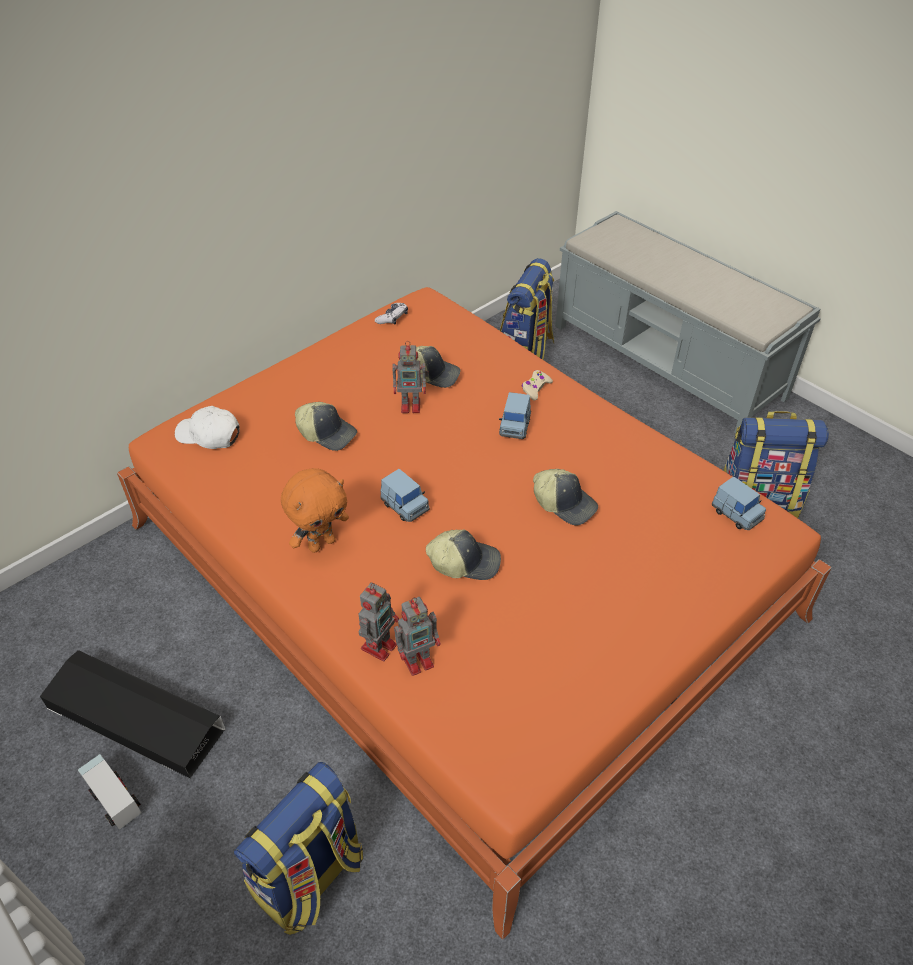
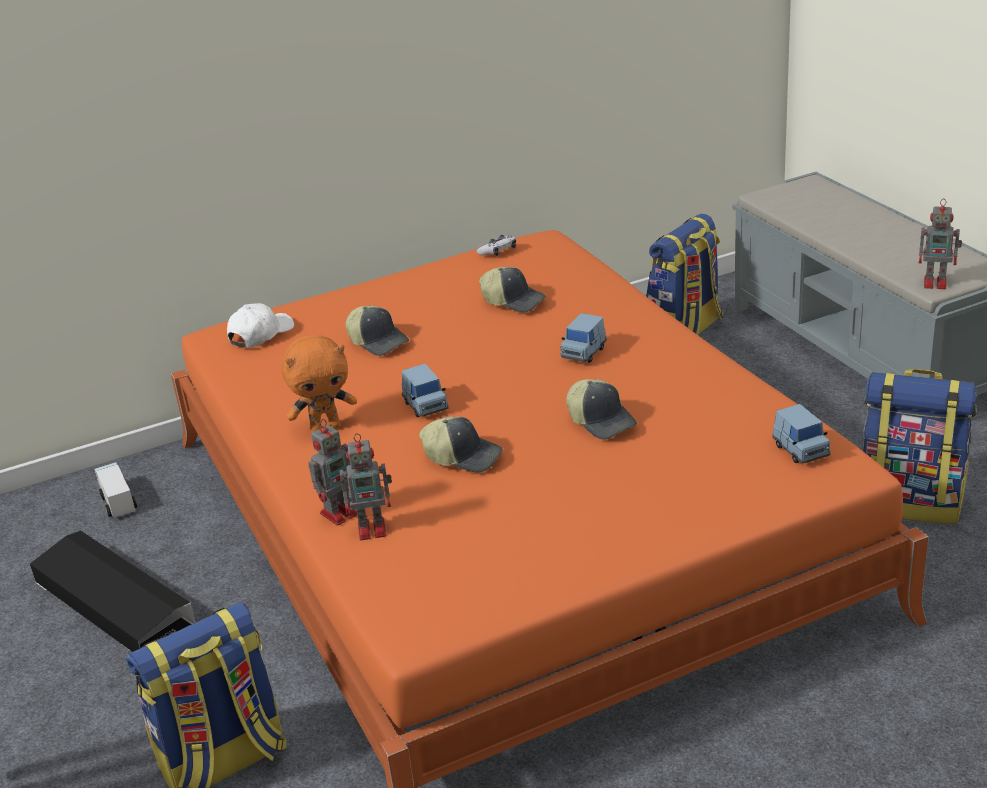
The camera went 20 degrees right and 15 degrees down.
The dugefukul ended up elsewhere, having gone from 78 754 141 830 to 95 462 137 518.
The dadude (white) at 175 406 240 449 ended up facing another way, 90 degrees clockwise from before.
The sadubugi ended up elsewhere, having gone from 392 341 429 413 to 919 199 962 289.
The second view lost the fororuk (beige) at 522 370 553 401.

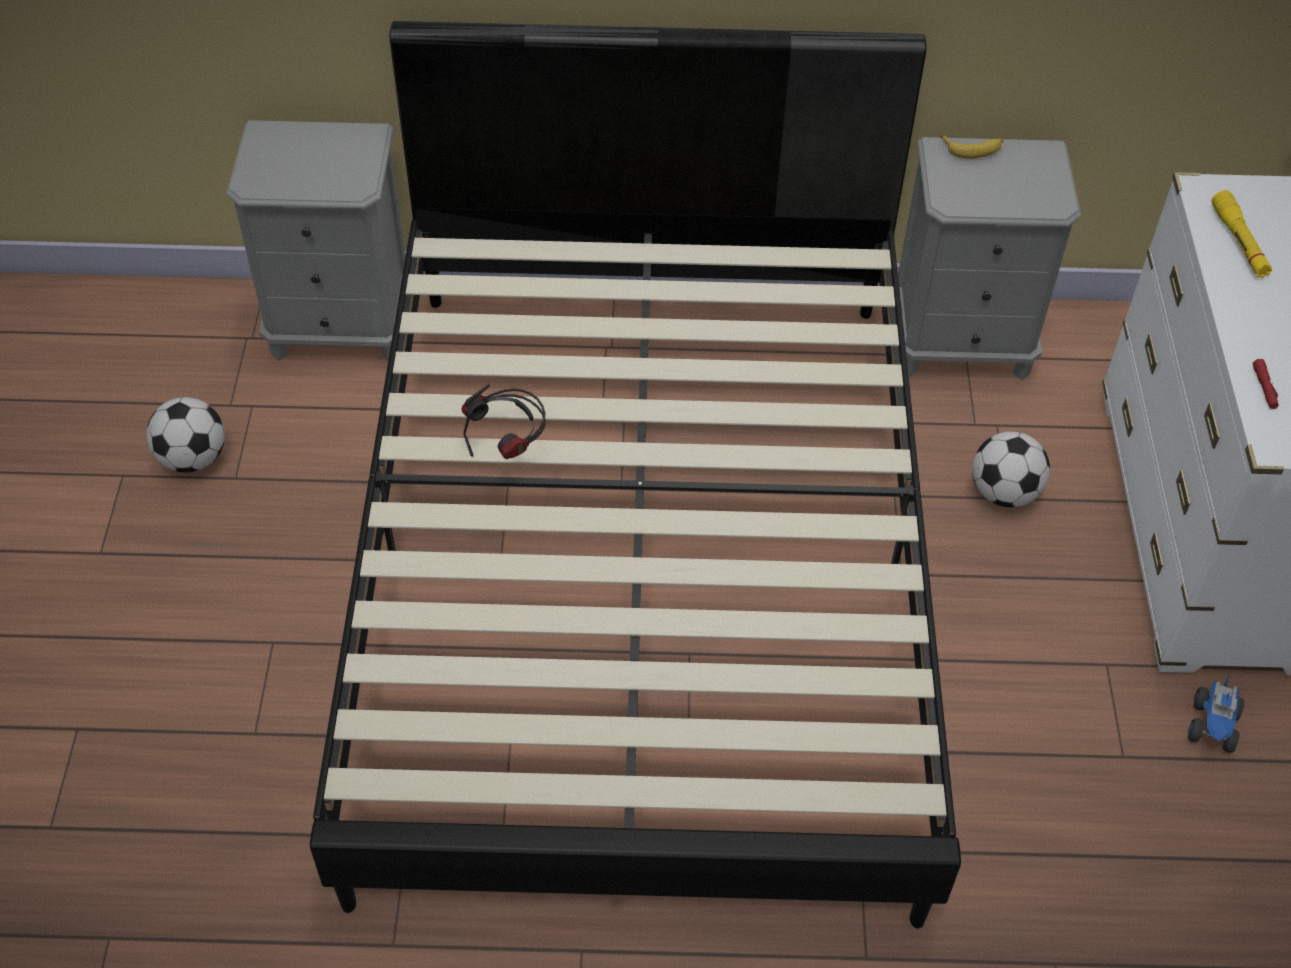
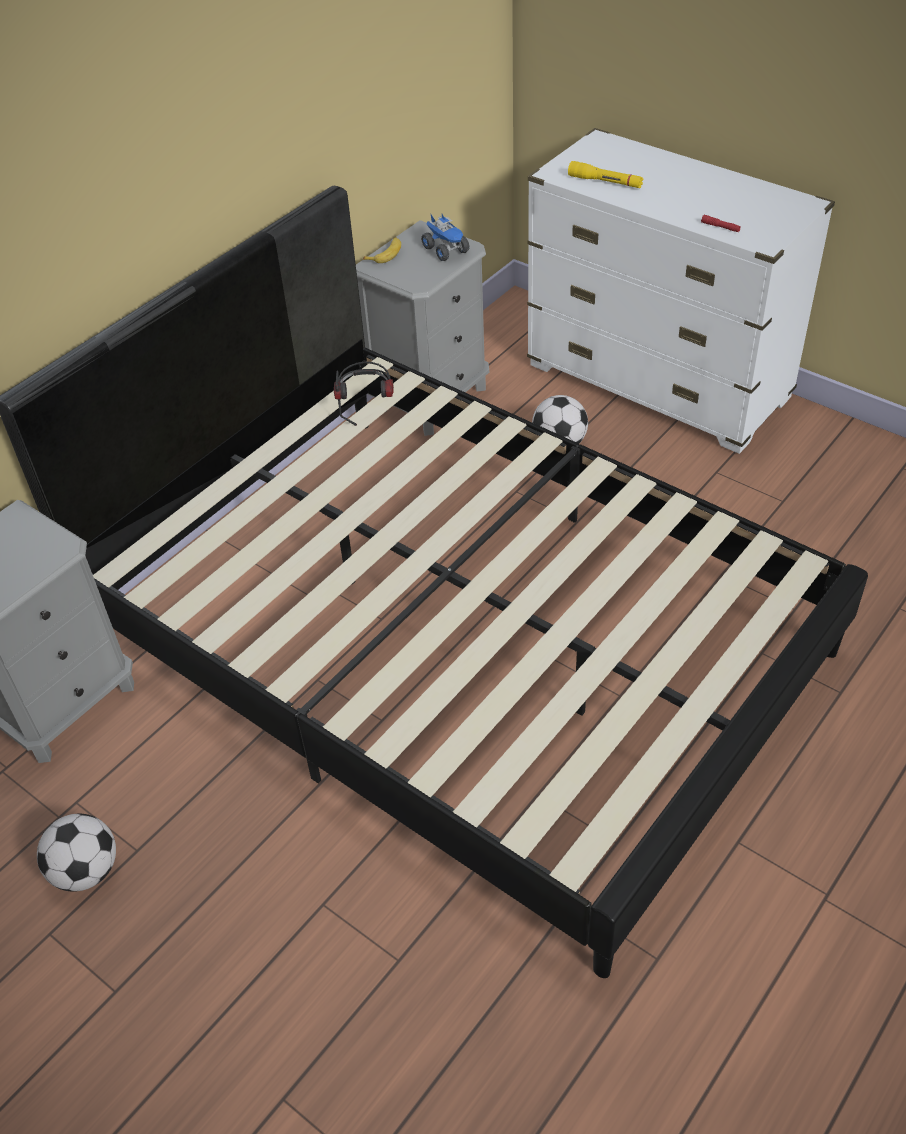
The camera went 50 degrees left and 5 degrees down.
The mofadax ended up elsewhere, having gone from 462 385 546 459 to 334 361 394 426.
The dugefukul ended up elsewhere, having gone from 1188 675 1245 753 to 421 213 470 261.

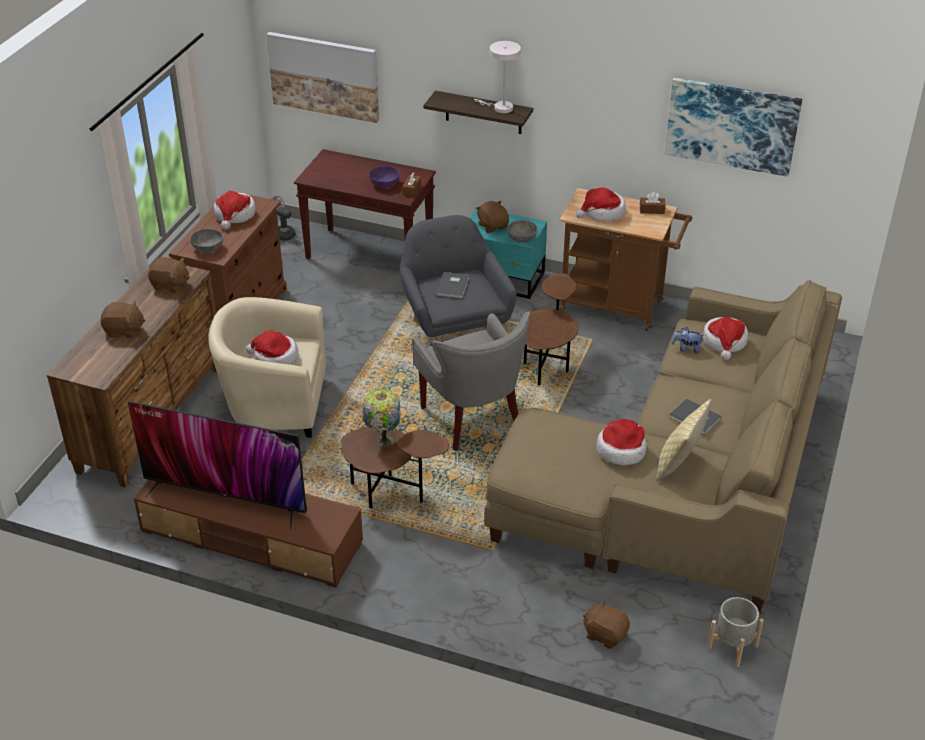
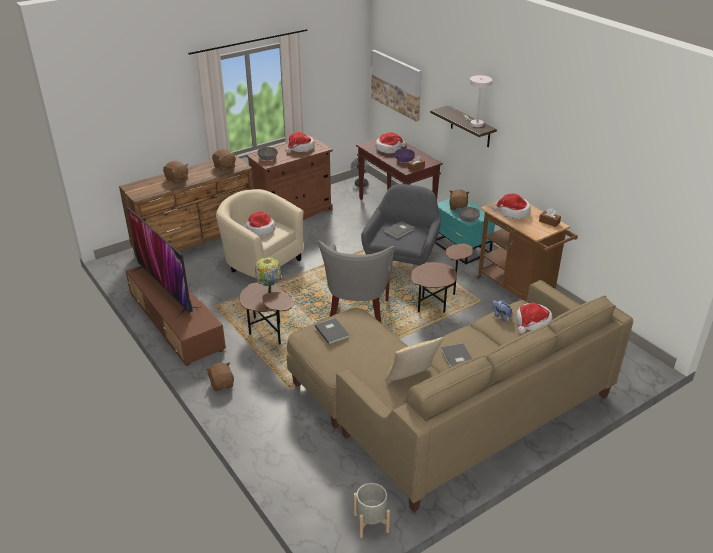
The camera went 35 degrees right and 5 degrees down.
The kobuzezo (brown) ended up elsewhere, having gone from 583 600 630 649 to 206 362 234 391.
The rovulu ended up elsewhere, having gone from 597 419 647 465 to 375 132 406 154.
The second view lost the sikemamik at 665 78 802 177.
The second view gained the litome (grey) at 315 318 350 345.

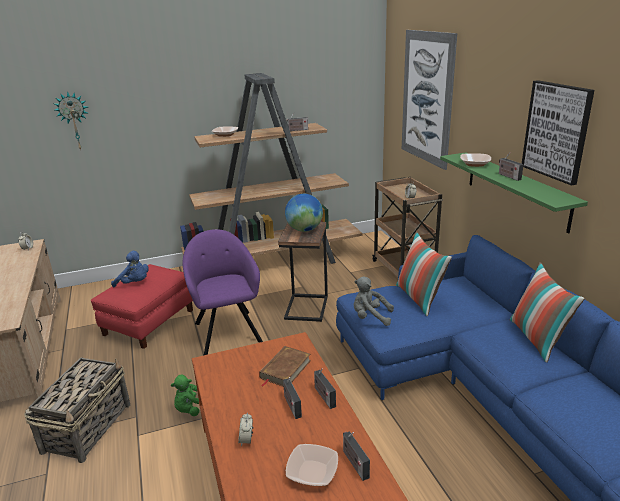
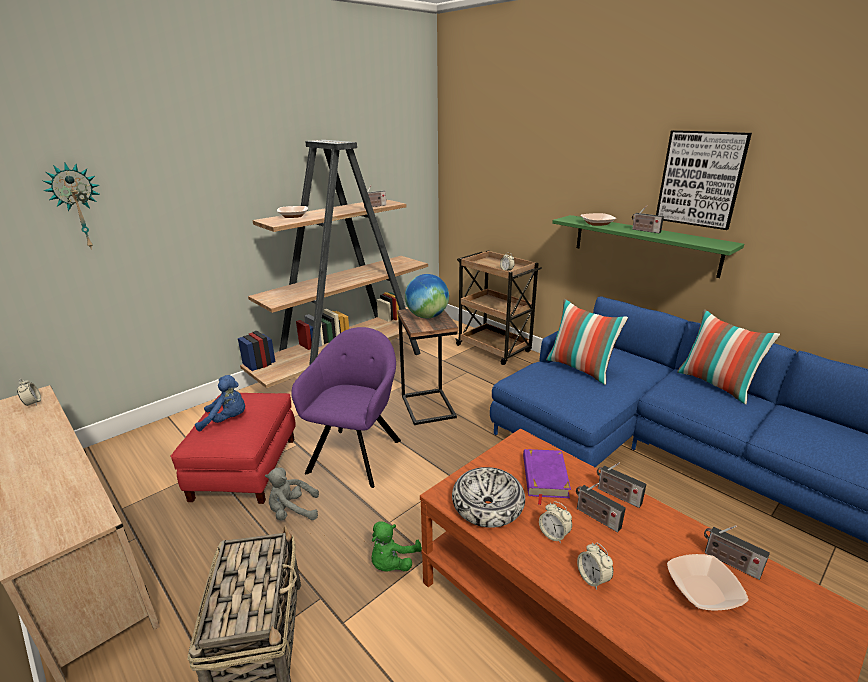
The camera went 25 degrees left and 0 degrees up.
The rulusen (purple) at 183 229 263 355 ended up facing another way, 60 degrees clockwise from before.
What was the litome (brown) at 259 346 311 387 turned into the litome (purple) at 523 449 571 505.
The kobuzezo (grey) ended up elsewhere, having gone from 354 277 394 326 to 265 467 319 521.
The second view lost the sikemamik at 402 30 457 170.
The second view gained the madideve at 452 467 525 528.
The second view gained the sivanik at 539 501 572 543.

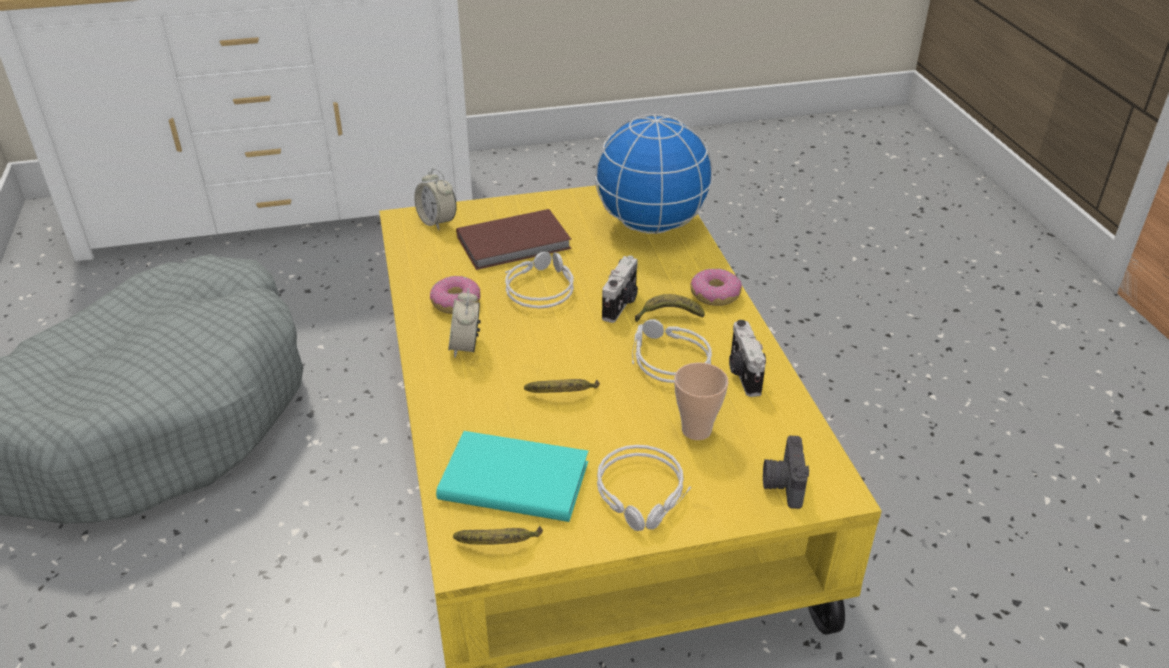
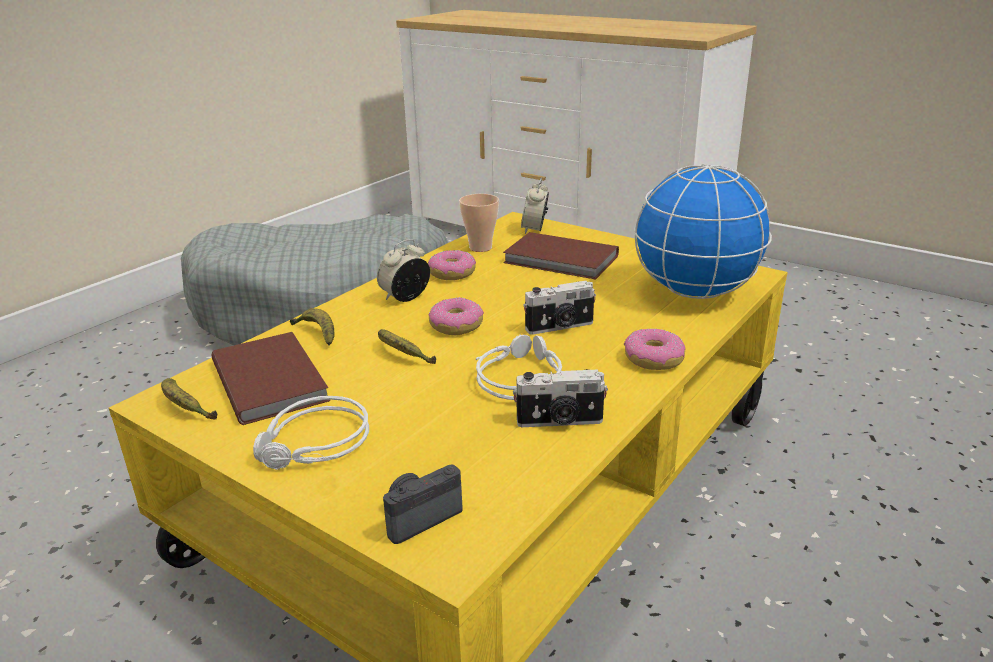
The camera went 50 degrees right and 10 degrees down.
What was the litome (turquoise) at 436 431 588 522 turned into the litome (brown) at 211 332 330 425.
The second view lost the mofadax (grey) at 505 252 574 308.
The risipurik ended up elsewhere, having gone from 635 294 705 322 to 290 308 335 345.
The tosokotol ended up elsewhere, having gone from 674 363 728 440 to 459 194 499 252.
The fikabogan at 729 320 766 397 ended up facing another way, 135 degrees counterclockwise from before.
The second view gained the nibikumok at 429 297 484 335.

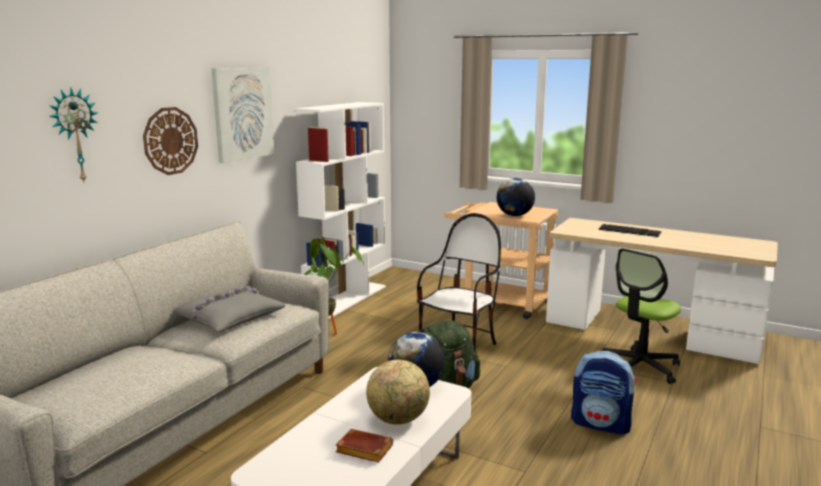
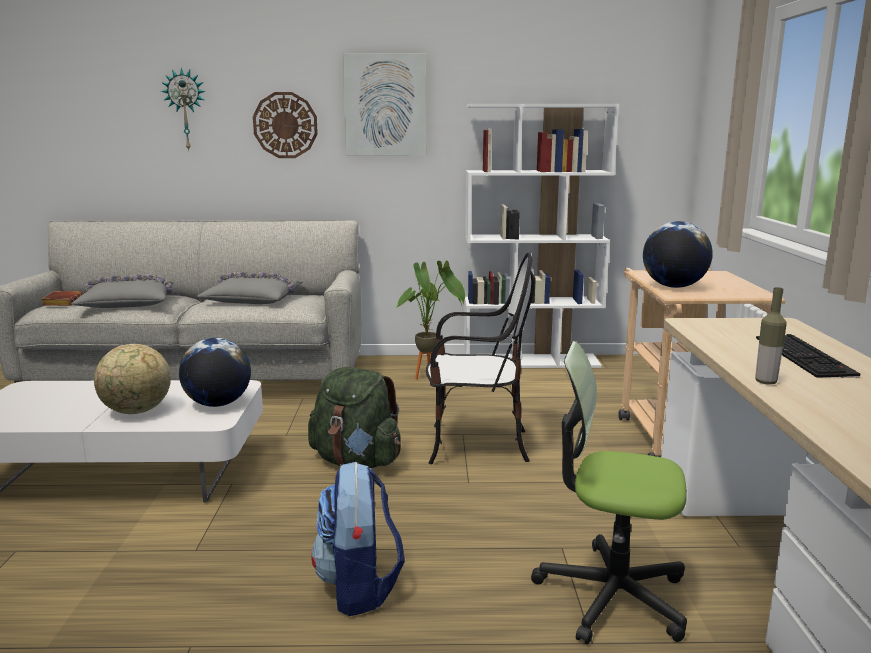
The camera went 60 degrees right and 0 degrees up.
The litome (brown) ended up elsewhere, having gone from 336 429 393 463 to 41 291 83 306.
The second view gained the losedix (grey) at 72 274 175 308.
The second view gained the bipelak at 755 287 787 385.

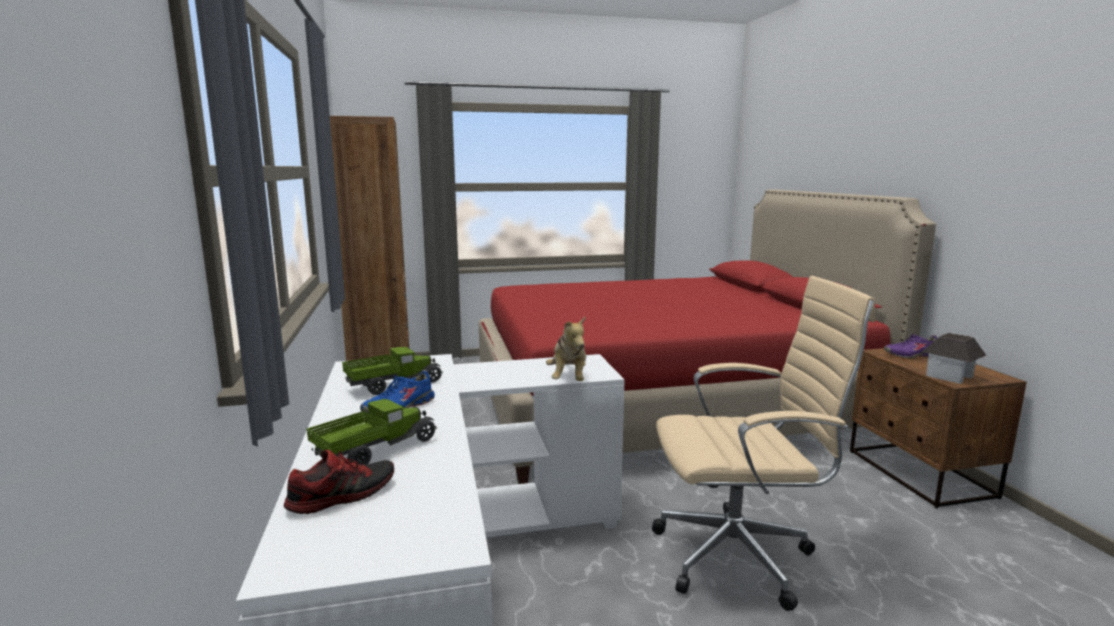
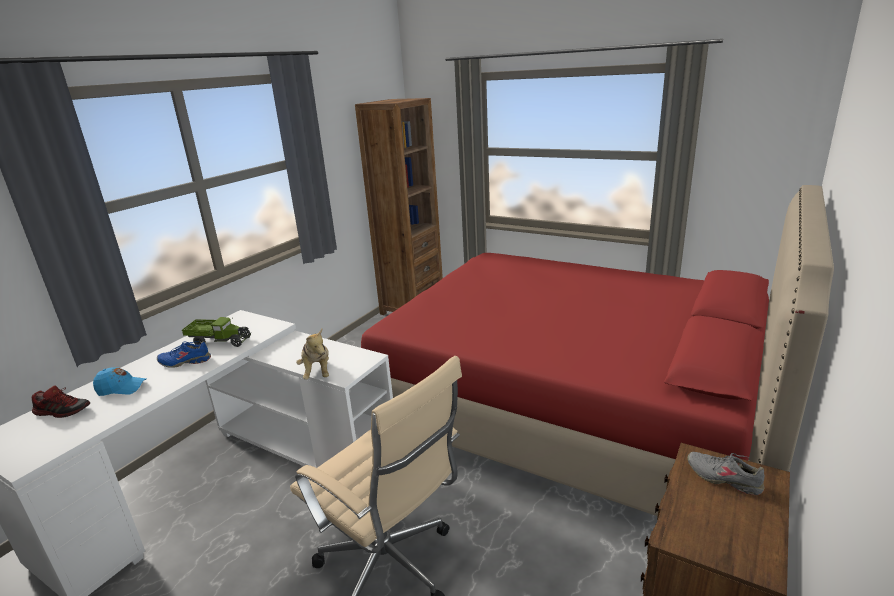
The camera went 45 degrees right and 10 degrees up.
Where the dugefukul stood at 307 399 437 465, the dadude (blue) came to stand at 93 367 146 396.
The kobuzezo at 546 316 586 381 ended up facing another way, 60 degrees counterclockwise from before.
What was the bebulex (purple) at 884 334 937 358 turned into the bebulex (grey) at 687 452 765 495.
The second view lost the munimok at 922 333 987 384.

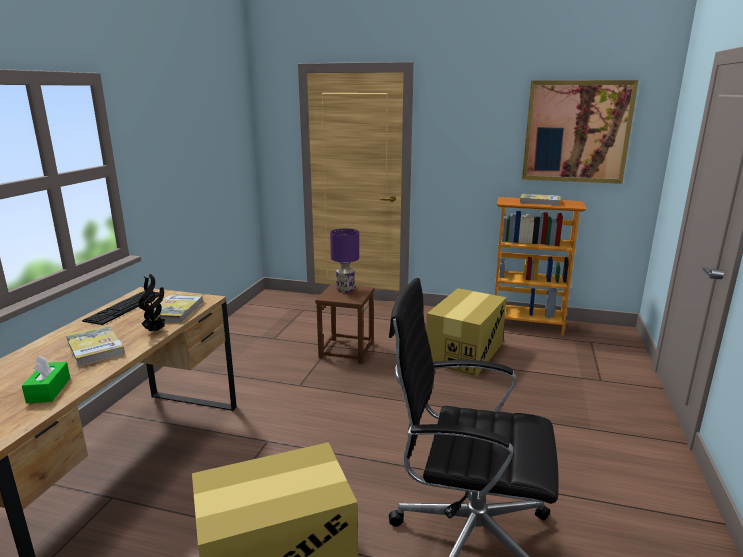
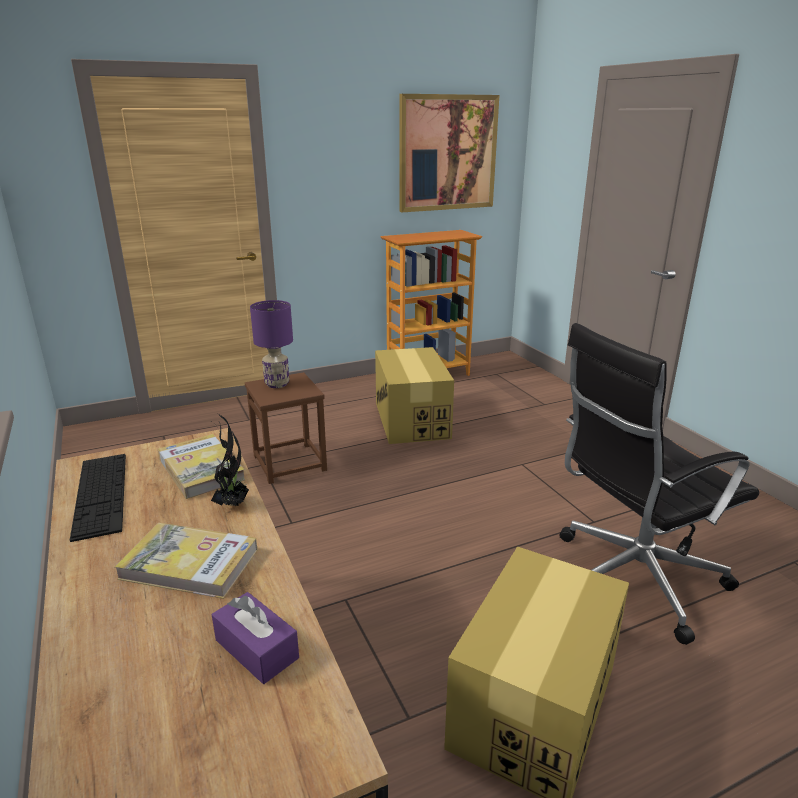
The camera went 40 degrees left and 5 degrees up.
What was the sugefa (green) at 22 356 70 403 turned into the sugefa (purple) at 212 592 299 684.
The second view lost the litome at 520 194 560 206.

